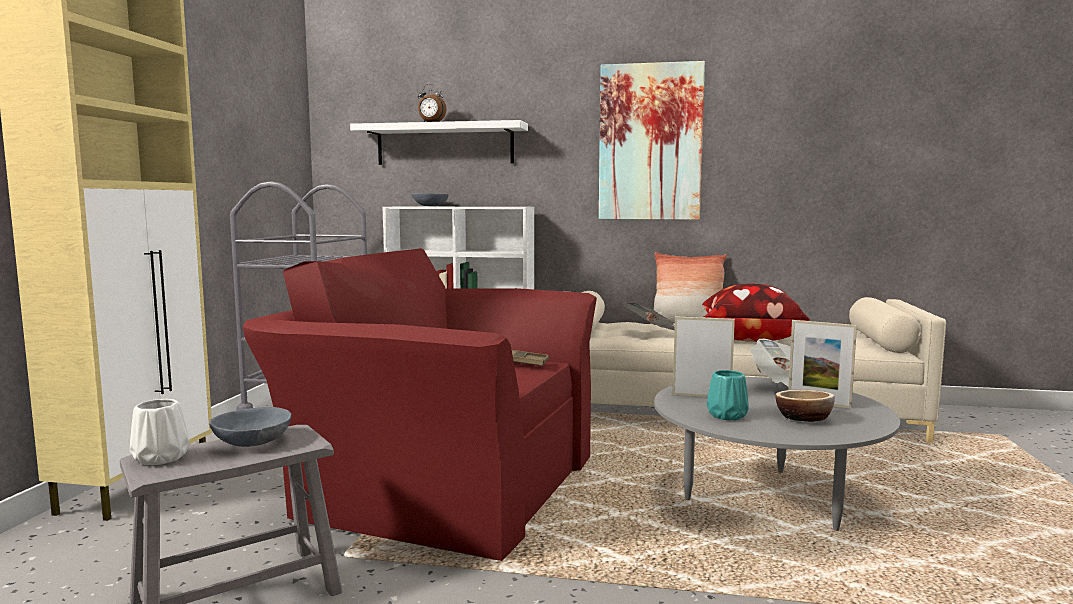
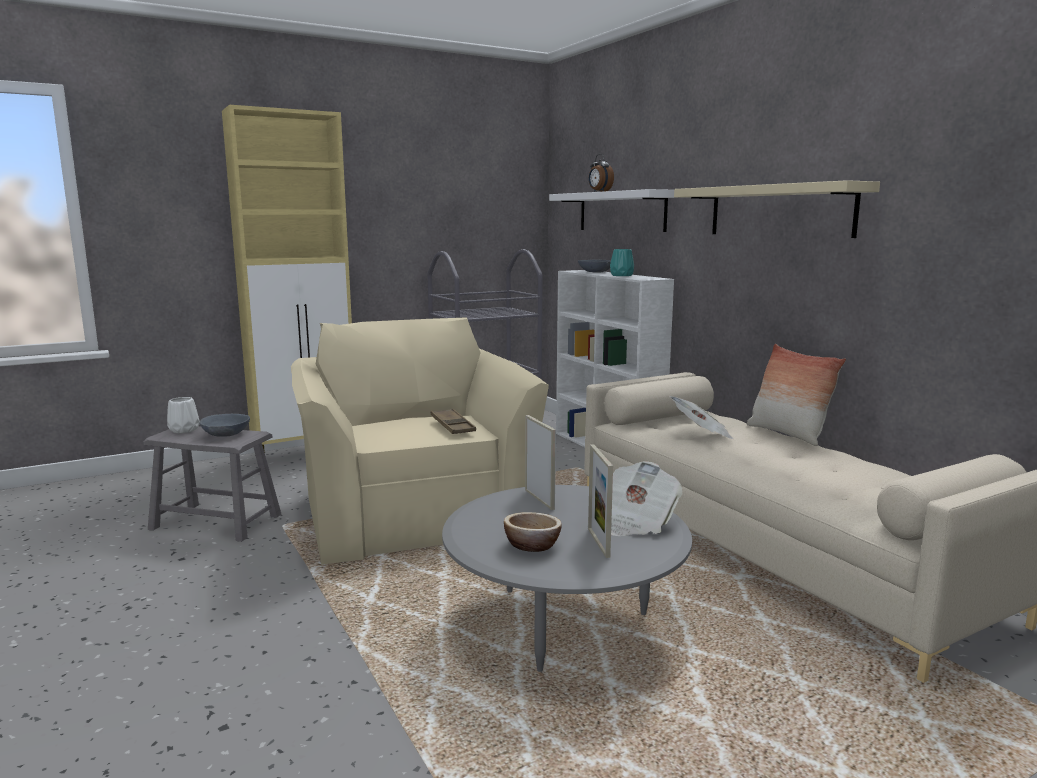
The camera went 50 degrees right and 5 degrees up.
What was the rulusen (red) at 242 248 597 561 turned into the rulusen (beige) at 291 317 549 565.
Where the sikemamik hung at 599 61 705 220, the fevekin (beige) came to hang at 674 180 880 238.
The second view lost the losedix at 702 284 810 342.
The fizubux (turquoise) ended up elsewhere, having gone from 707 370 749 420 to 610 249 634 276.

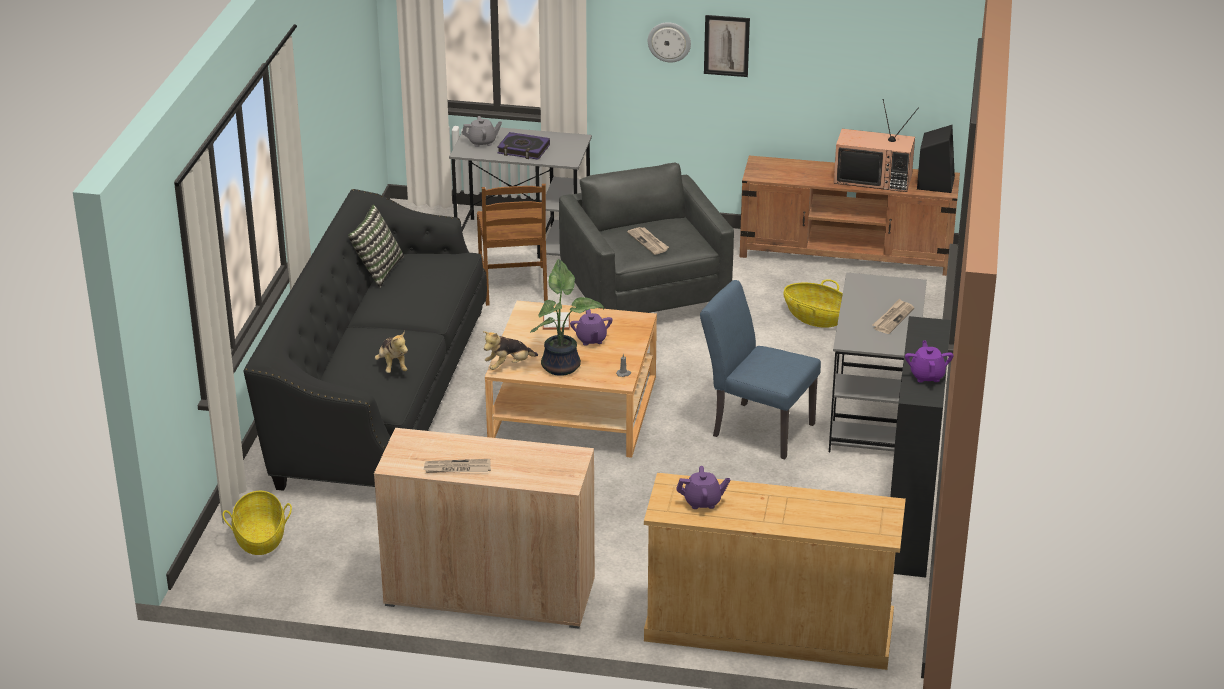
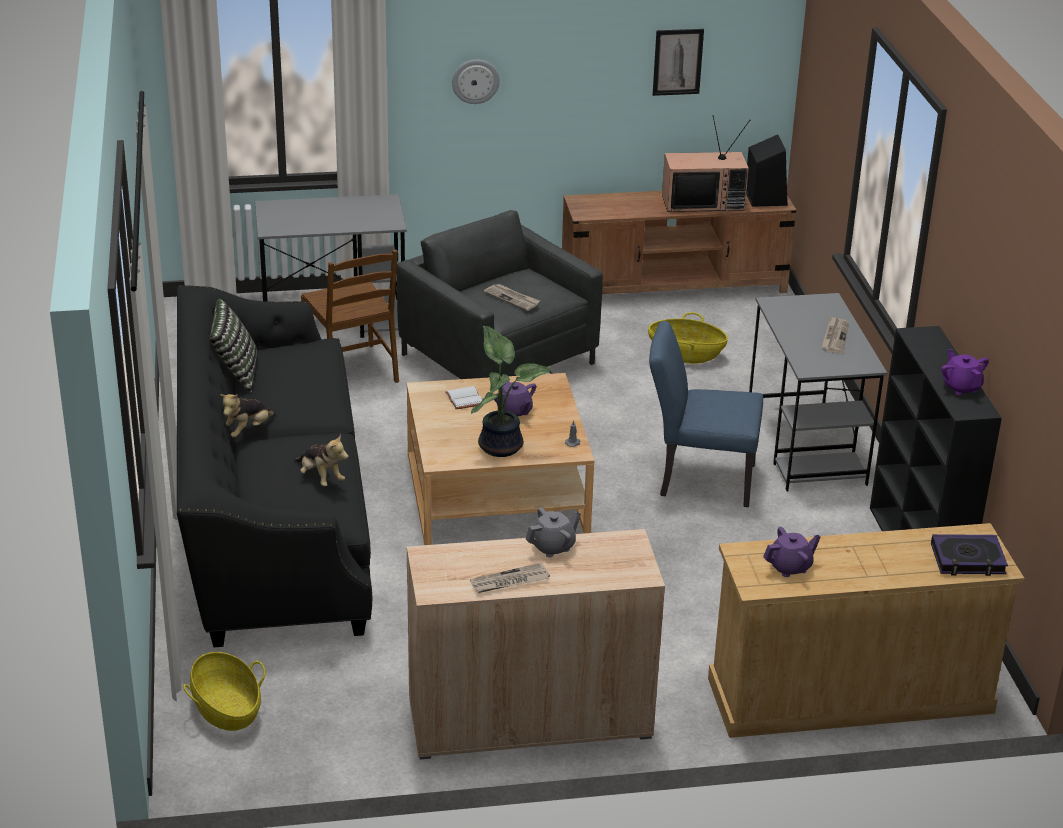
The camera went 20 degrees left and 0 degrees up.
The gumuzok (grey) ended up elsewhere, having gone from 462 116 502 147 to 526 507 581 557.
The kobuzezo ended up elsewhere, having gone from 483 331 538 370 to 220 394 275 438.
The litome ended up elsewhere, having gone from 497 132 550 160 to 931 534 1008 576.
The sikemamik ended up elsewhere, having gone from 704 15 750 77 to 653 29 704 96.

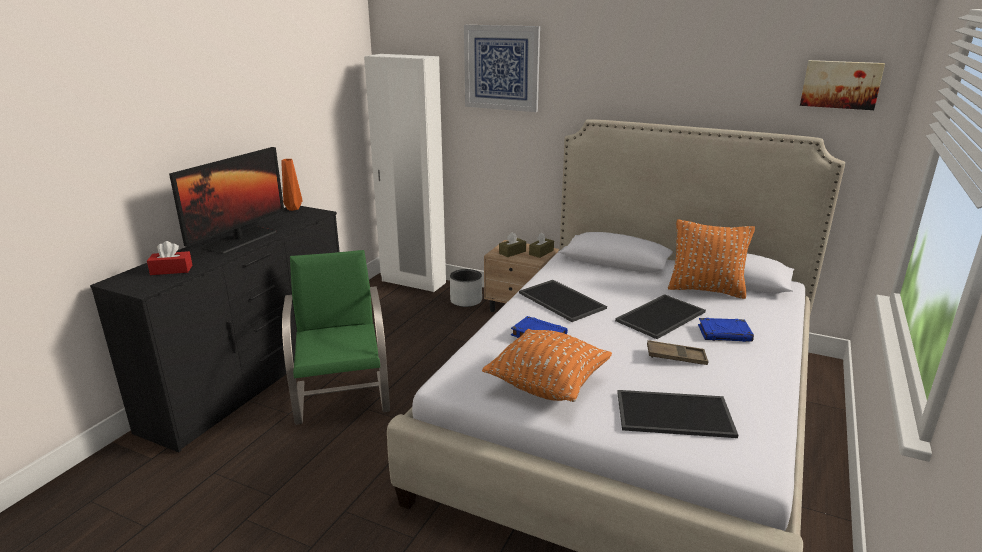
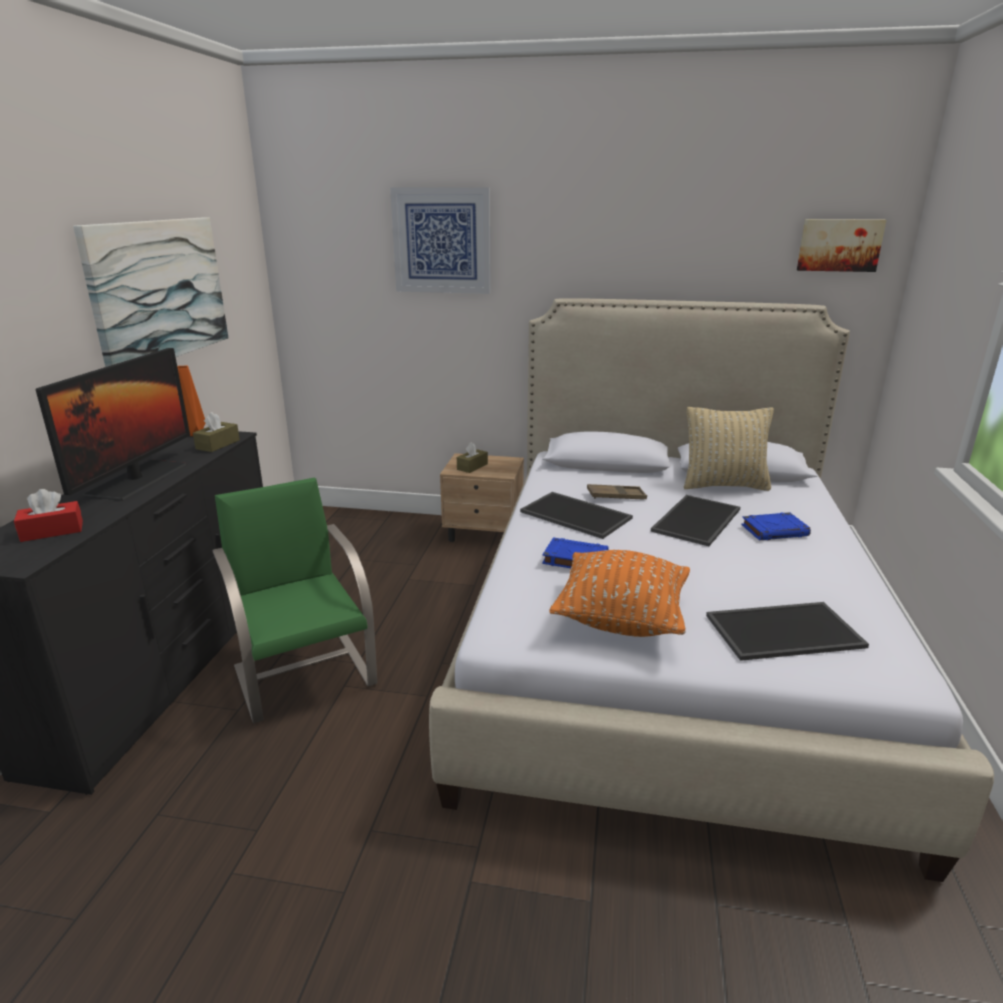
The camera went 15 degrees left and 0 degrees up.
The second view lost the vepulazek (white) at 364 54 446 292.
The second view lost the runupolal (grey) at 450 269 482 307.
The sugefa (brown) ended up elsewhere, having gone from 529 232 554 258 to 193 412 240 452.
The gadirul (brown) ended up elsewhere, having gone from 647 340 708 365 to 587 484 647 499.
What was the losedix (orange) at 668 220 755 299 turned into the losedix (beige) at 683 407 774 491.
The second view gained the sikemamik at 73 217 228 367.

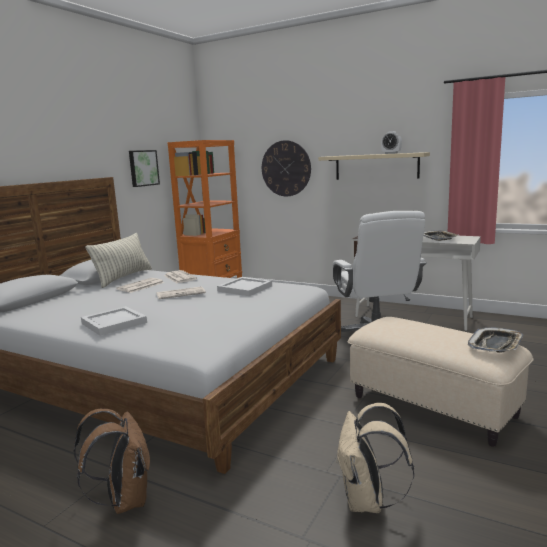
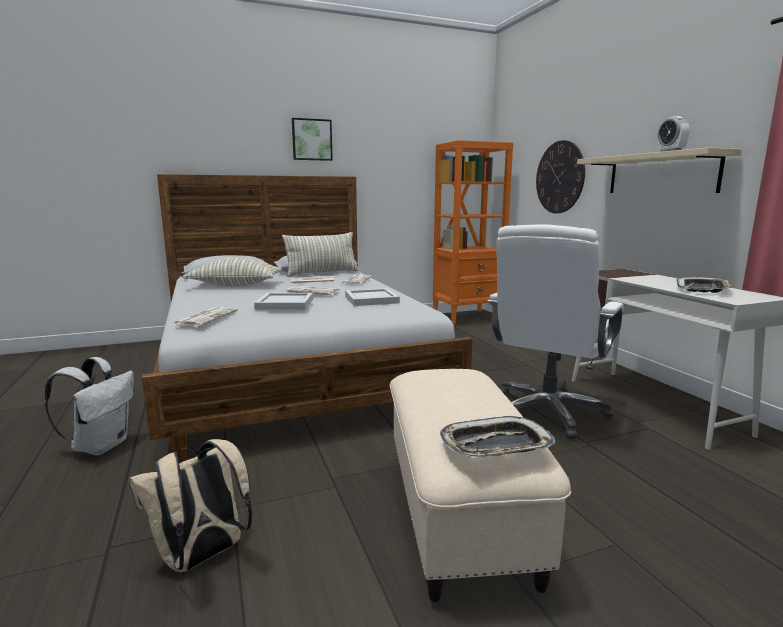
The camera went 40 degrees right and 0 degrees up.
What was the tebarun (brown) at 74 409 150 514 turned into the tebarun (white) at 45 357 134 455.
The gadirul (white) ended up elsewhere, having gone from 81 306 147 336 to 254 293 313 310.
The sikemamik ended up elsewhere, having gone from 129 150 160 187 to 292 118 333 161.
The second view gained the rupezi at 173 307 237 327.
The second view gained the losedix at 182 257 282 286.

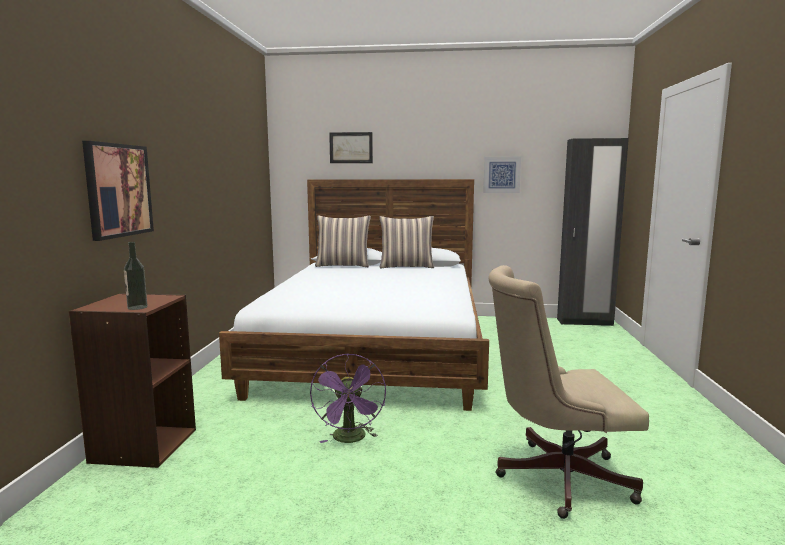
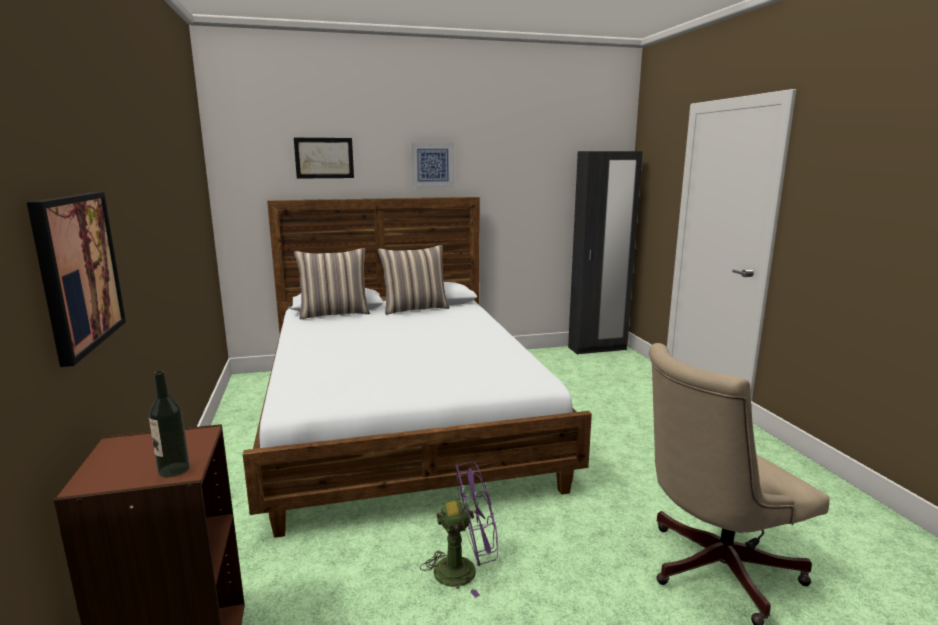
The camera went 20 degrees left and 5 degrees up.
The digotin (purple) at 310 354 386 443 ended up facing another way, 75 degrees counterclockwise from before.
The sikemamik ended up elsewhere, having gone from 483 157 521 193 to 410 142 454 187.

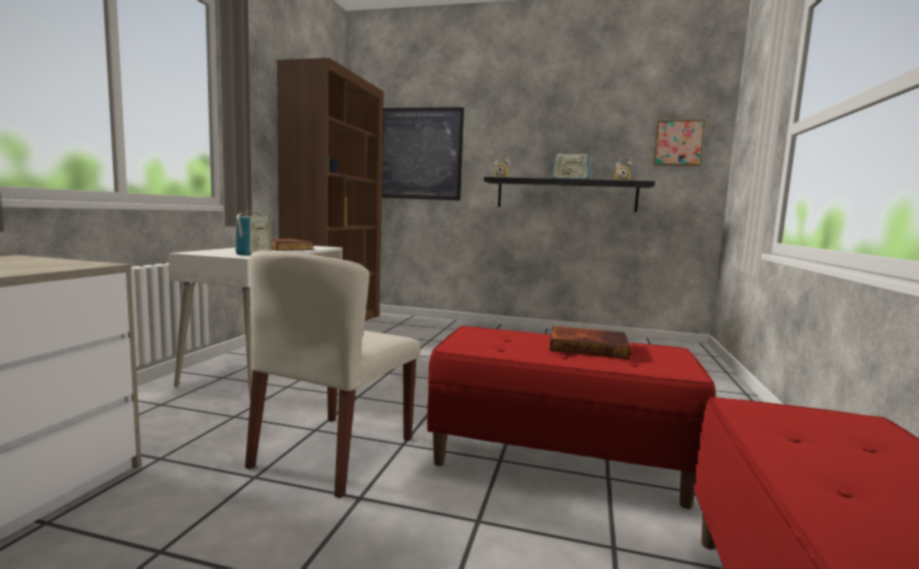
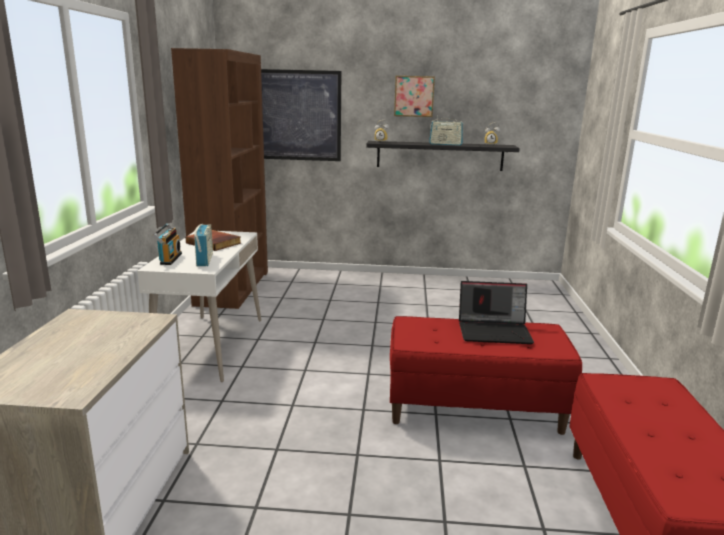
The camera went 10 degrees left and 10 degrees up.
The second view lost the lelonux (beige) at 245 251 421 499.
Where the litome stood at 550 326 631 359, the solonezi came to stand at 459 281 534 344.
The sikemamik ended up elsewhere, having gone from 653 120 706 166 to 394 76 435 117.
The second view gained the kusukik at 153 224 182 265.

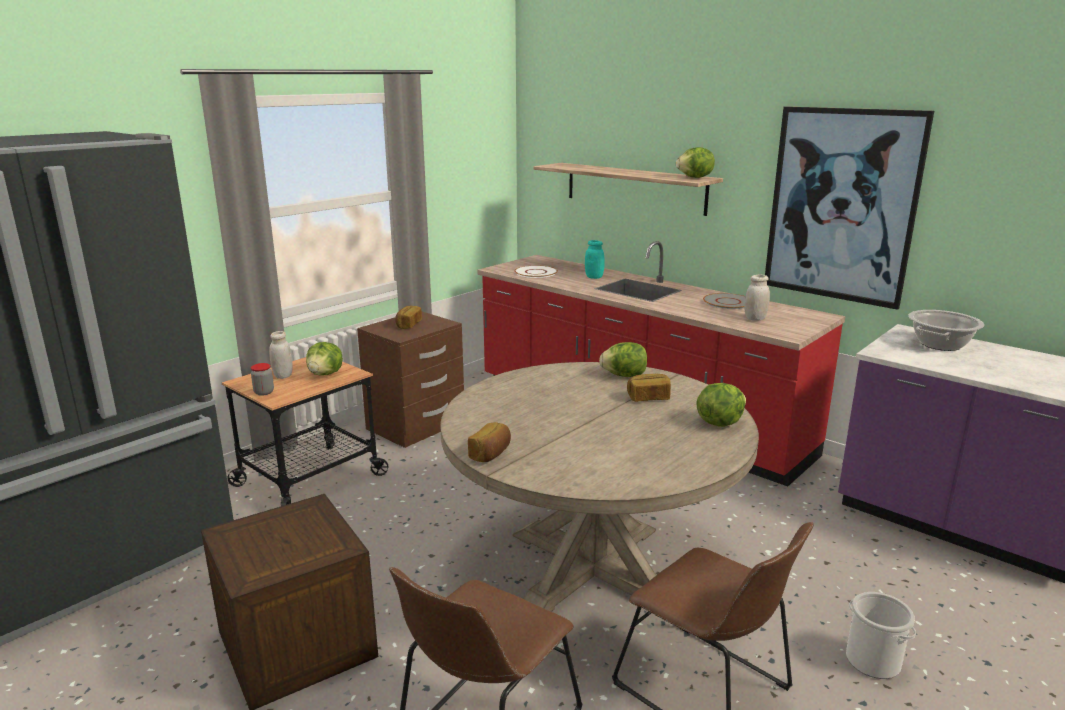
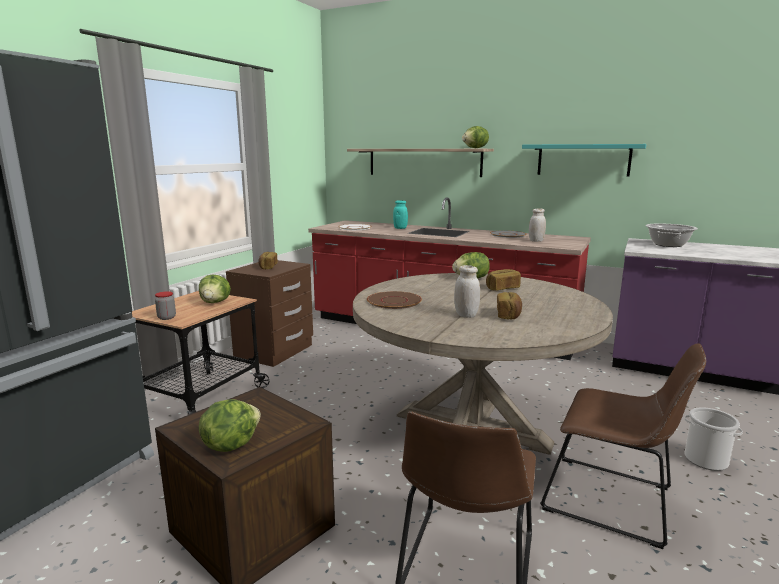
The camera went 15 degrees left and 5 degrees down.
The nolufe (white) ended up elsewhere, having gone from 269 331 293 379 to 454 265 480 318.
The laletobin ended up elsewhere, having gone from 468 422 511 462 to 497 292 522 319.
The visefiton ended up elsewhere, having gone from 696 383 746 427 to 199 399 261 452.
Where the sikemamik hung at 765 106 934 310, the fevekin (turquoise) came to hang at 522 144 646 177.
The second view gained the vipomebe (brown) at 367 291 422 309.

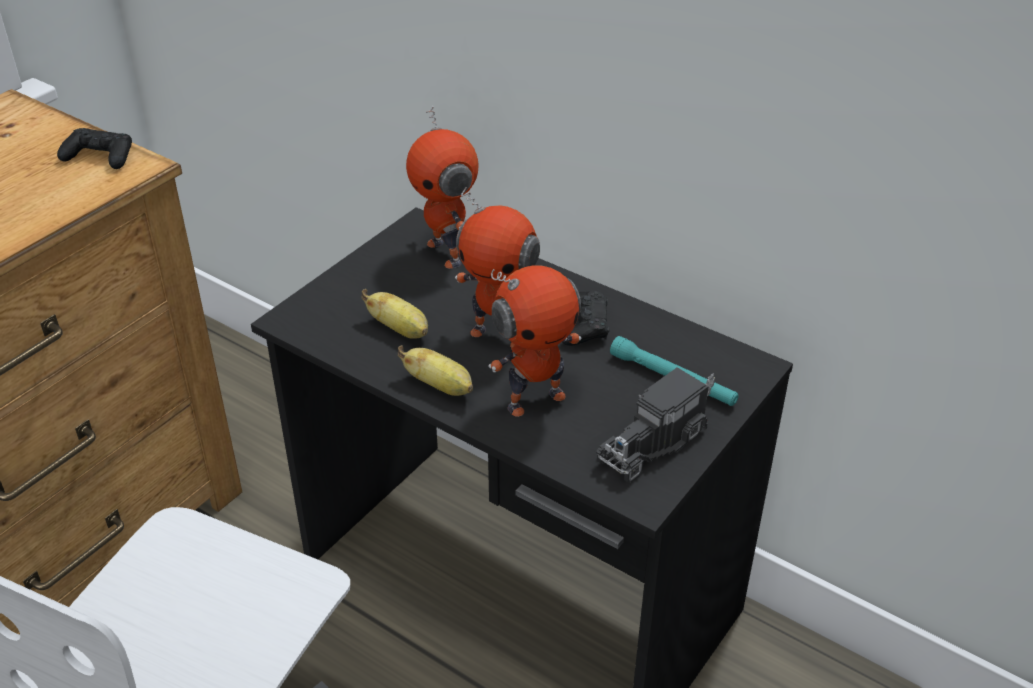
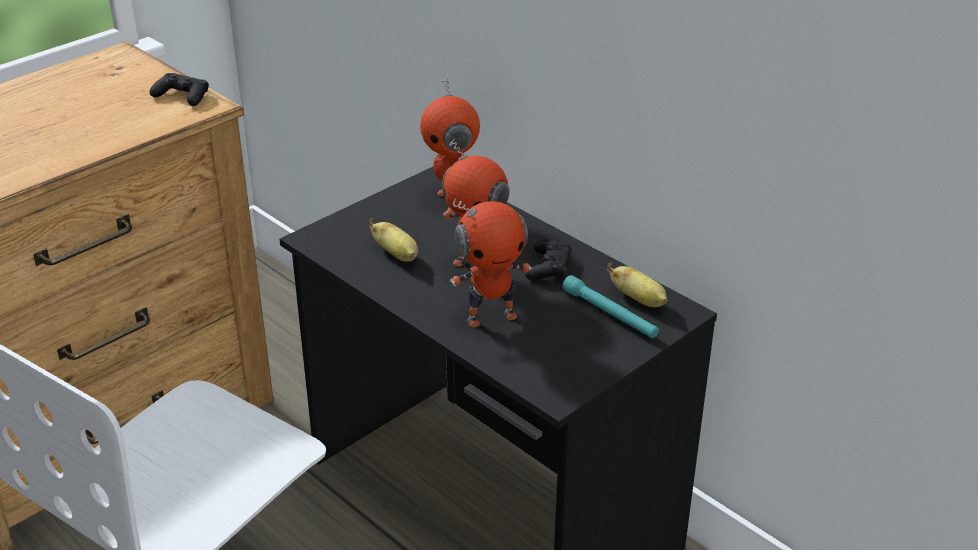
The camera went 10 degrees right and 5 degrees down.
The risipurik ended up elsewhere, having gone from 398 345 473 396 to 607 263 667 307.
The second view lost the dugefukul at 596 367 715 483.

